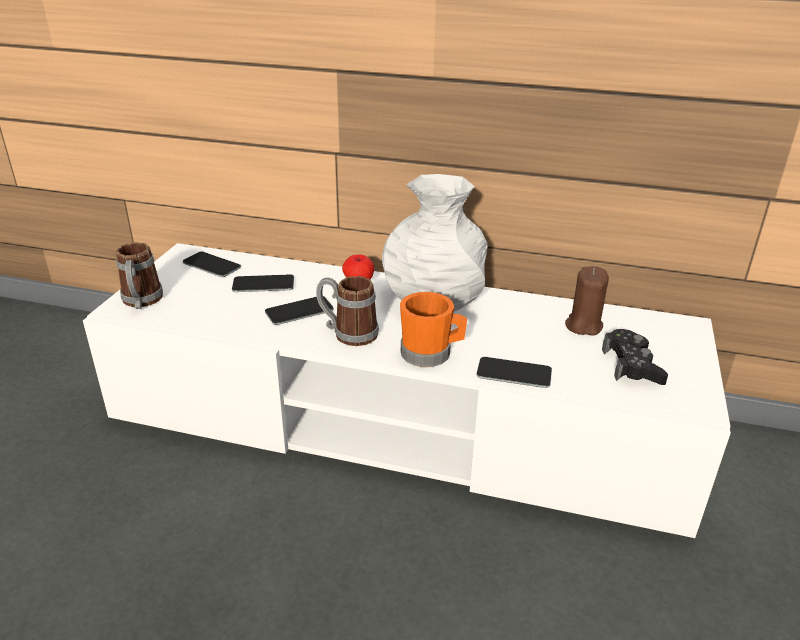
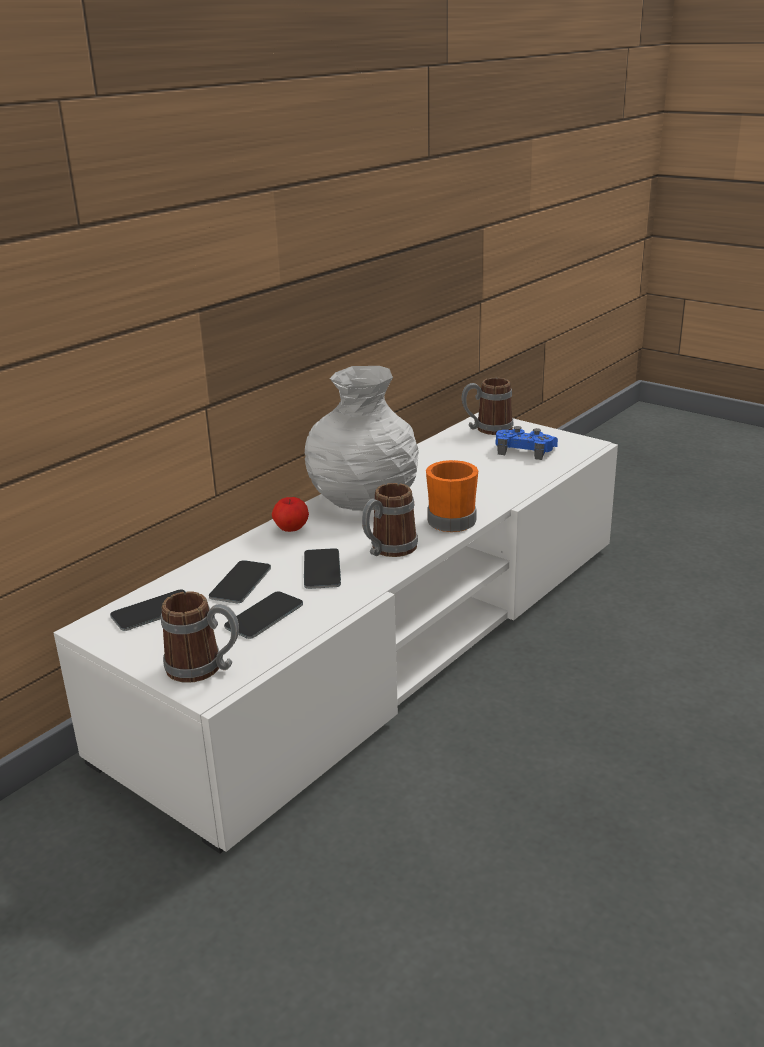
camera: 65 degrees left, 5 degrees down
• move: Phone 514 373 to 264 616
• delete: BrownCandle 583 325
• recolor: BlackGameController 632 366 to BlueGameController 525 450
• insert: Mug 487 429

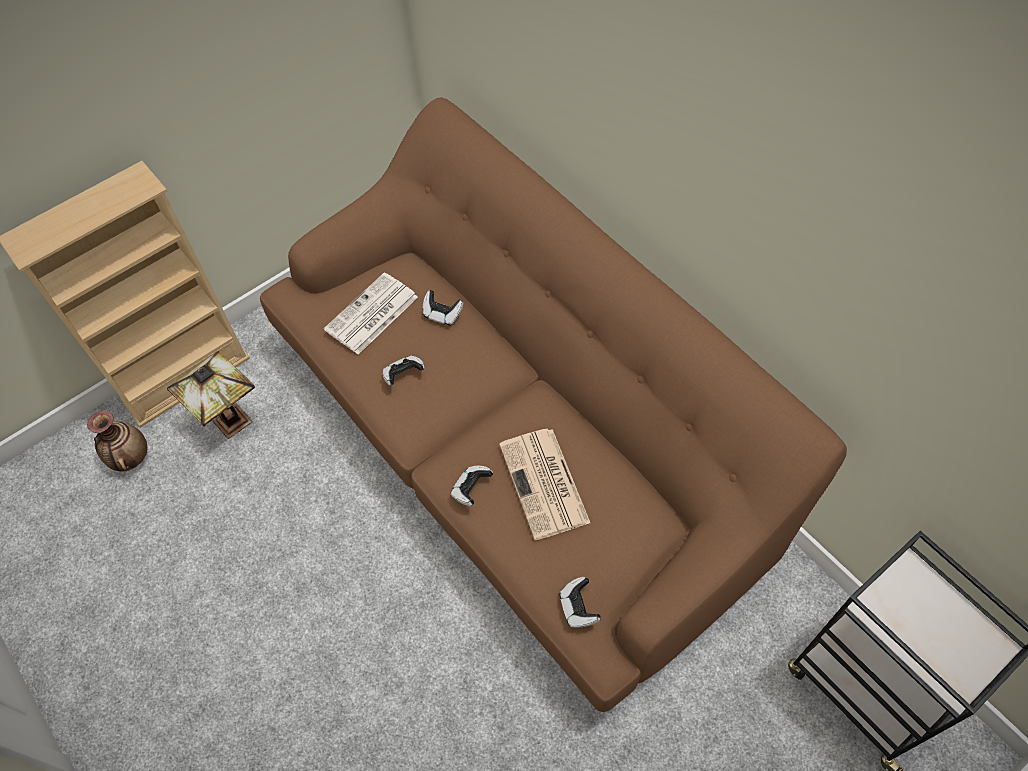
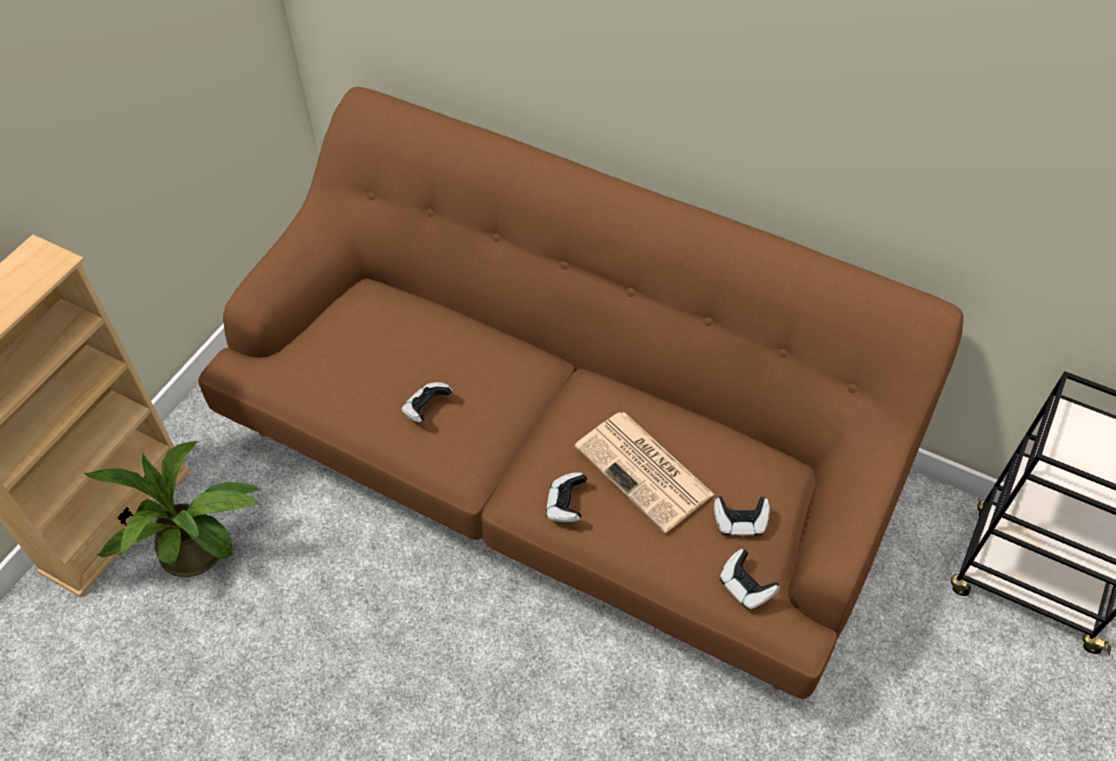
camera: 25 degrees left, 5 degrees down
• delete: Vase 130 458
• replace: TableLamp 231 424 to PottedPlant 201 553
• delete: Newspaper 371 315
• move: GameController 442 314 to 739 522

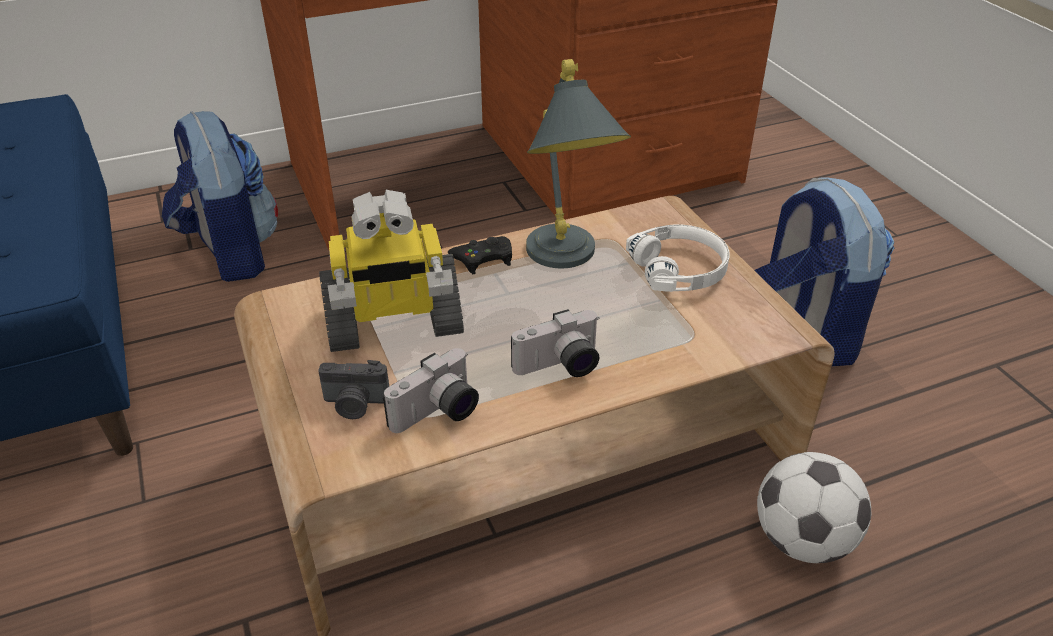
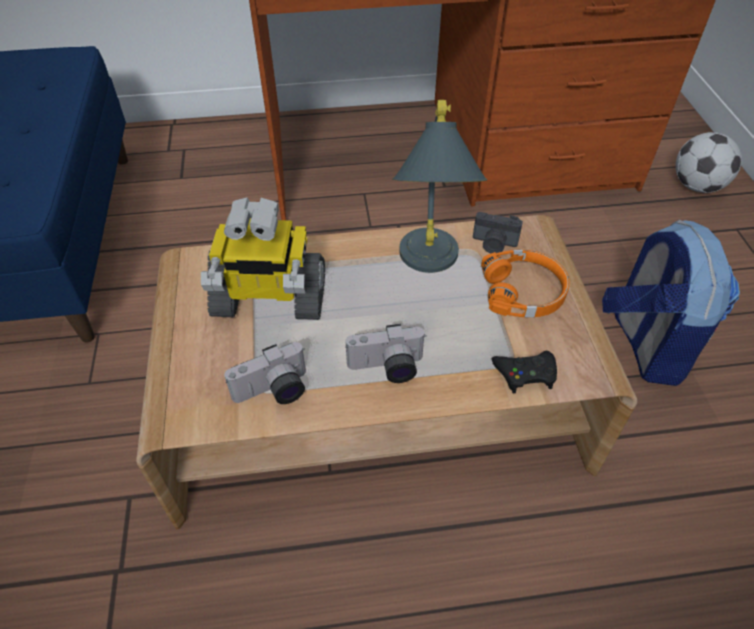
camera: 15 degrees right, 10 degrees up
• delete: Backpack 231 253
• move: PhotoCamera 355 404 to 493 244
• move: BlackGameController 483 259 to 525 373
• recolor: WhiteHeadphones 679 269 to OrangeHeadphones 523 292
• move: Football 802 540 to 696 186

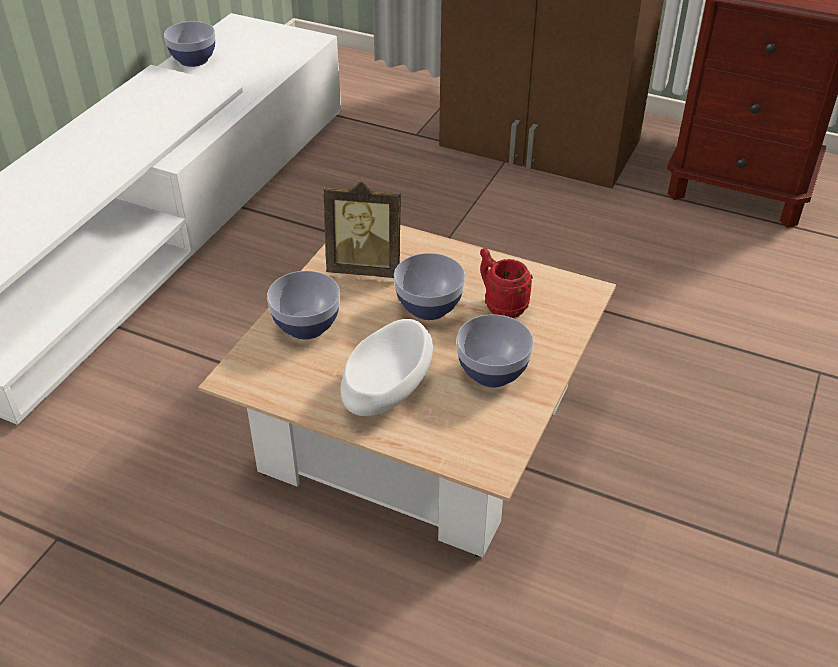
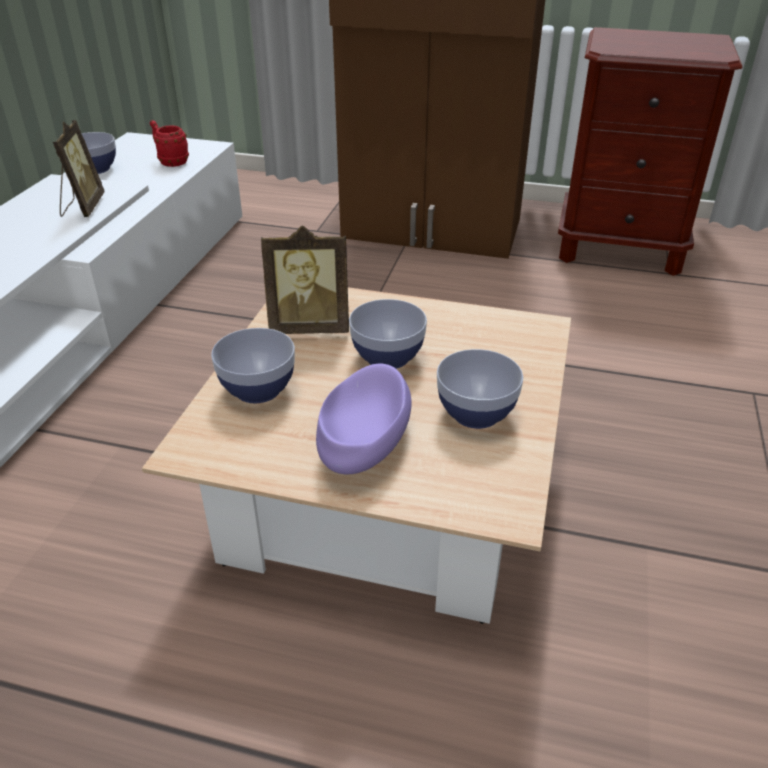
camera: 10 degrees left, 5 degrees down
• recolor: WhiteBowl 388 387 to PurpleBowl 365 441
• move: RedMug 500 304 to 170 162
• insert: PictureFrame 82 207

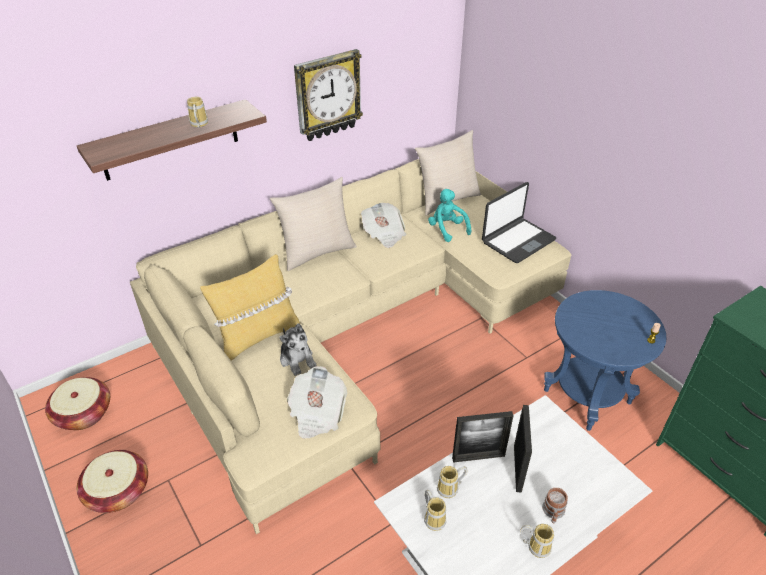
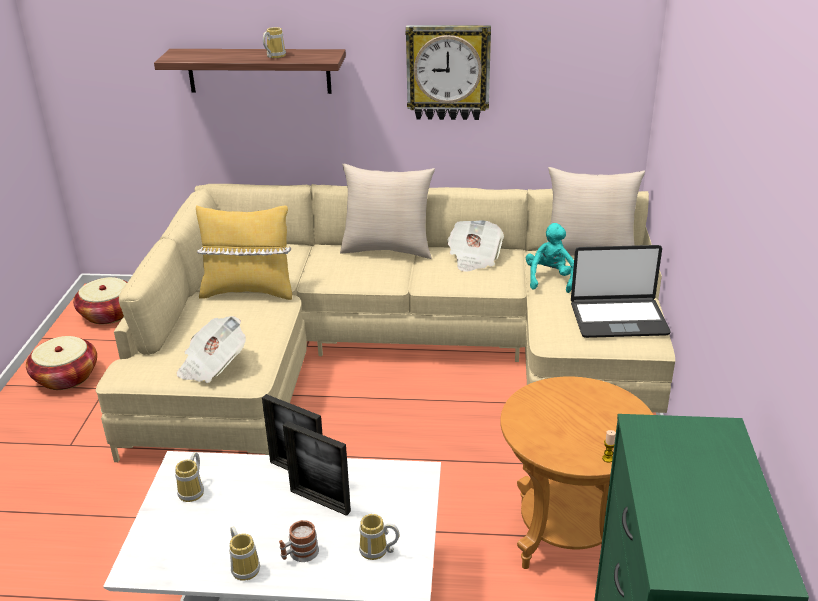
camera: 40 degrees right, 10 degrees down
• delete: PlushToy 297 359
• move: Mug 450 489 to 377 552
• rotate: PictureFrame 517 468 = 320 501 75 degrees clockwise
• recolor: BlueSideTable 587 396 to BrownSideTable 567 536

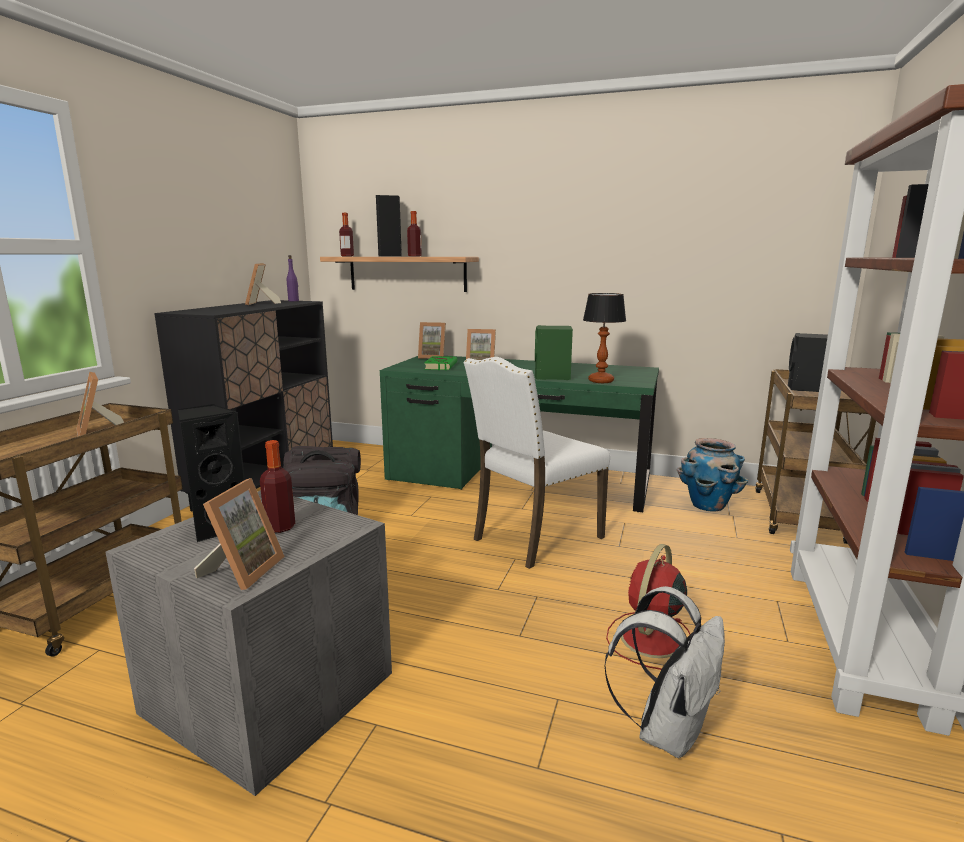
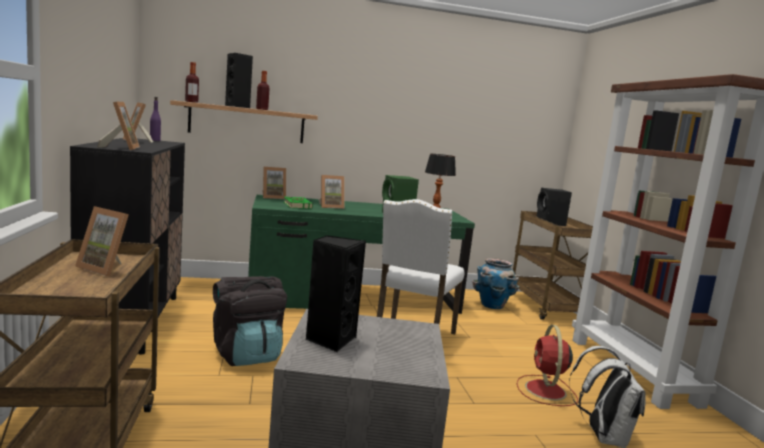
camera: 30 degrees left, 5 degrees down
• move: PictureFrame 243 571 to 121 148
• delete: Bottle 280 527

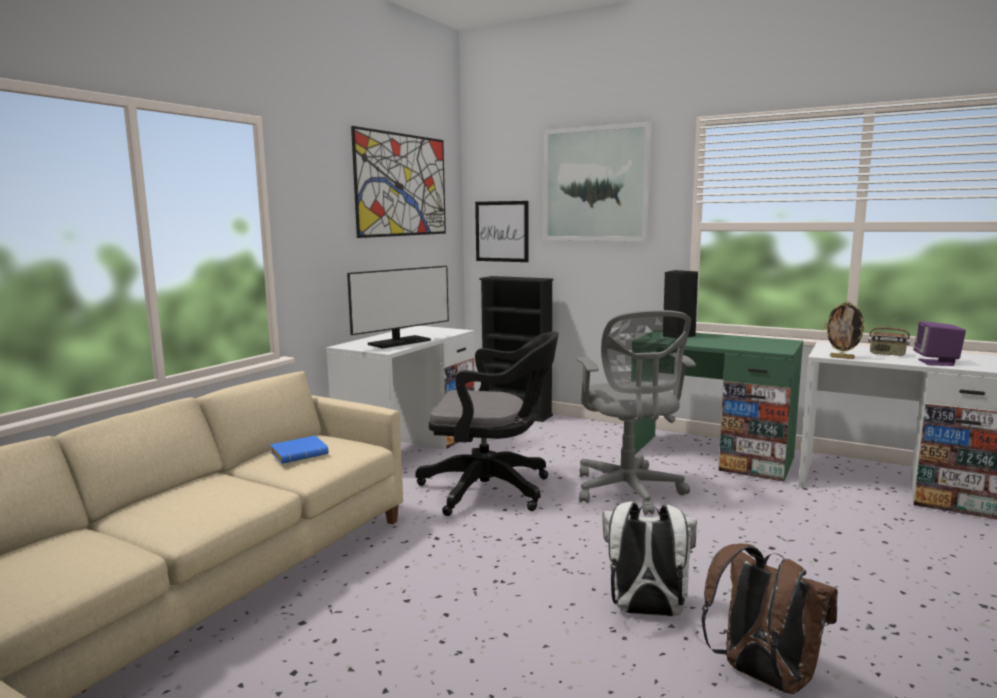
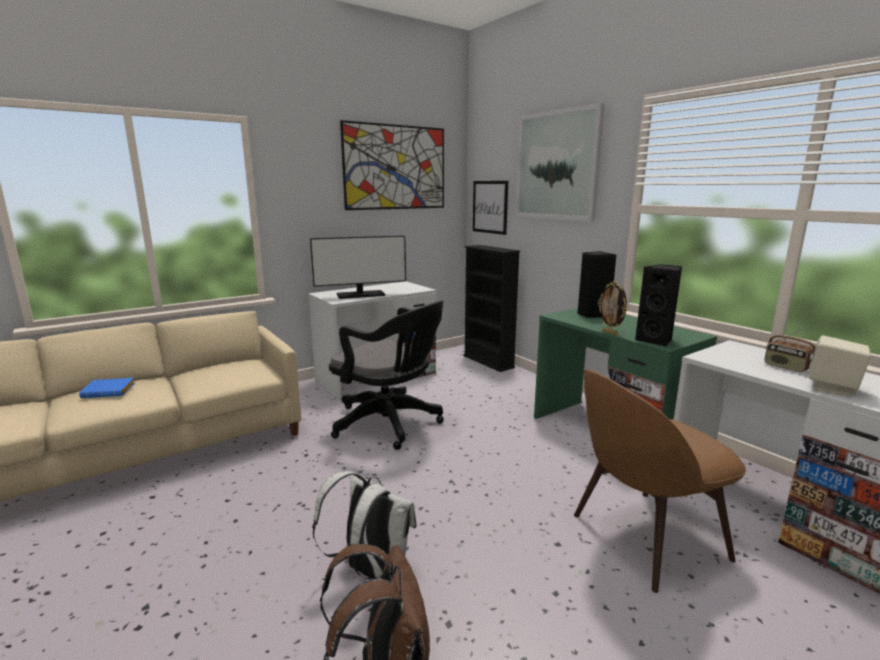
camera: 25 degrees right, 5 degrees up
• move: BlueBook 300 454 to 110 391
• delete: GreyOfficeChair 629 492
• move: PictureFrame 842 357 to 610 333
• recolor: PurpleSpeaker 936 363 to BeigeSpeaker 832 388
• insert: BrownChair 643 538
• insert: BlackSpeaker 656 340

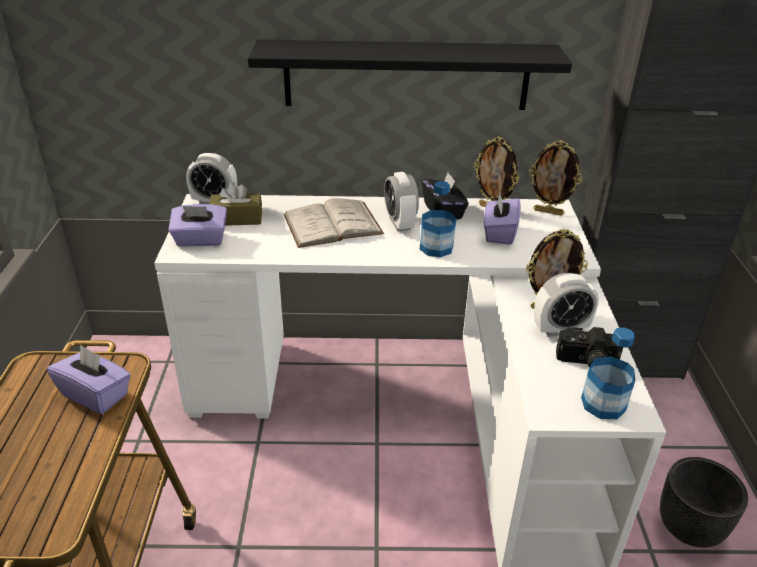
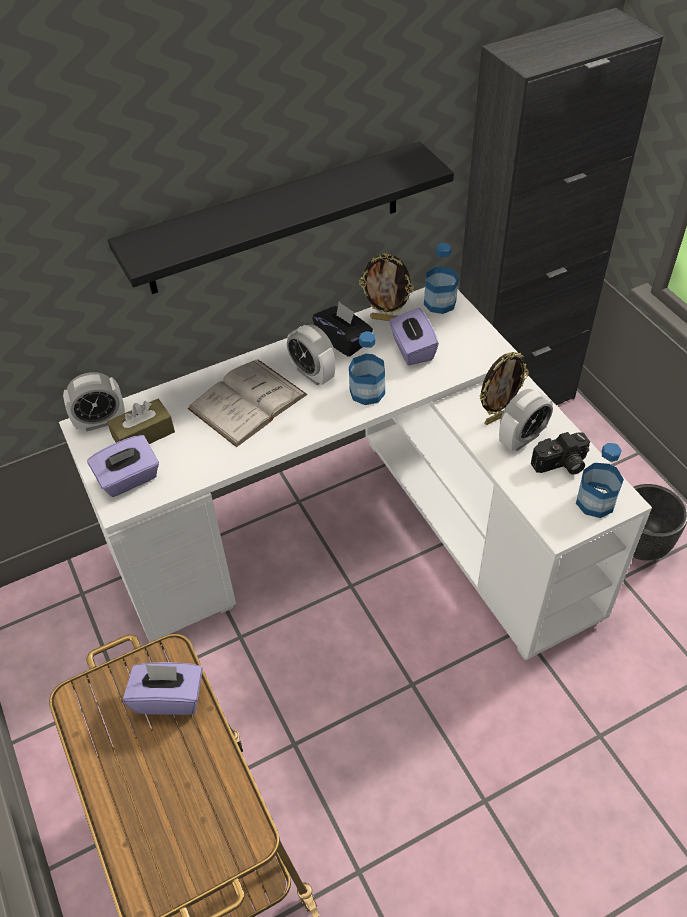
camera: 25 degrees left, 15 degrees up
• replace: PictureFrame 548 212 to Bottle 439 303

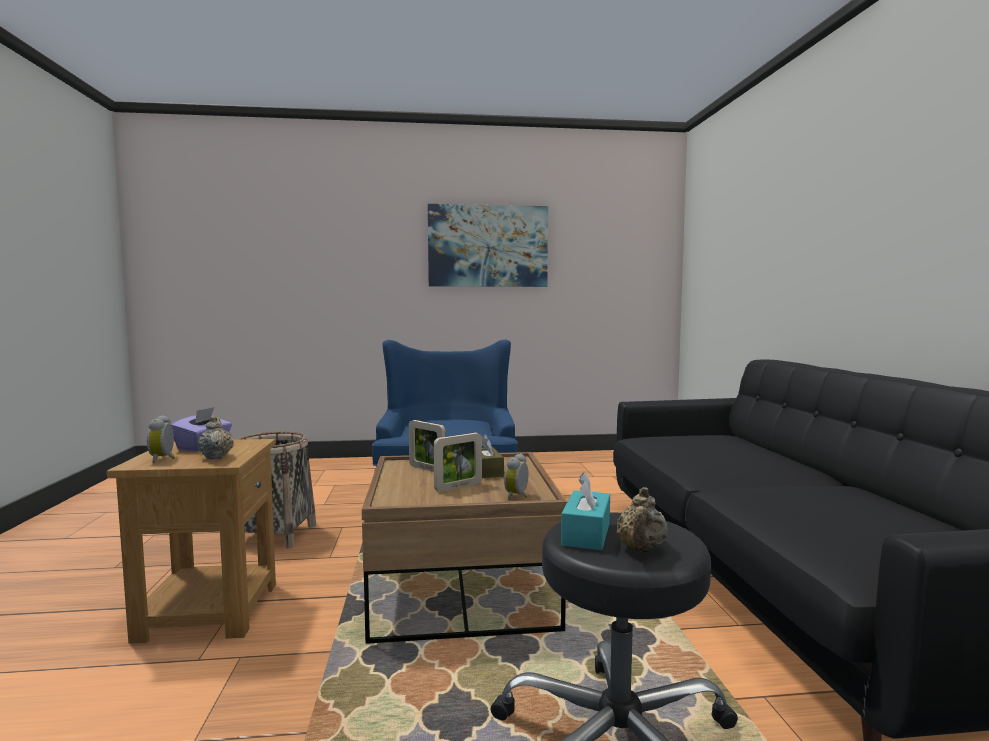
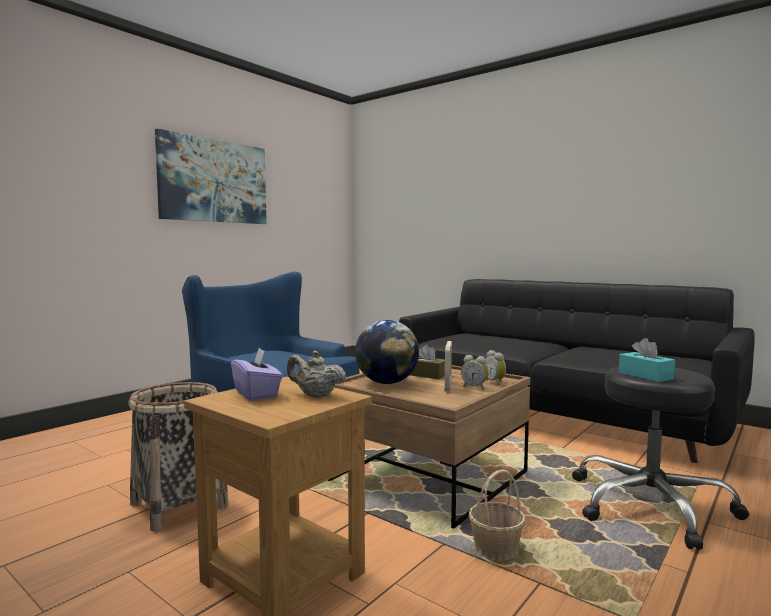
camera: 45 degrees left, 0 degrees up
• move: AlarmClock 164 459 to 475 387
• replace: PictureFrame 427 469 to Globe 387 383
• delete: BeigeTeapot 641 549
• insert: Basket 495 549

